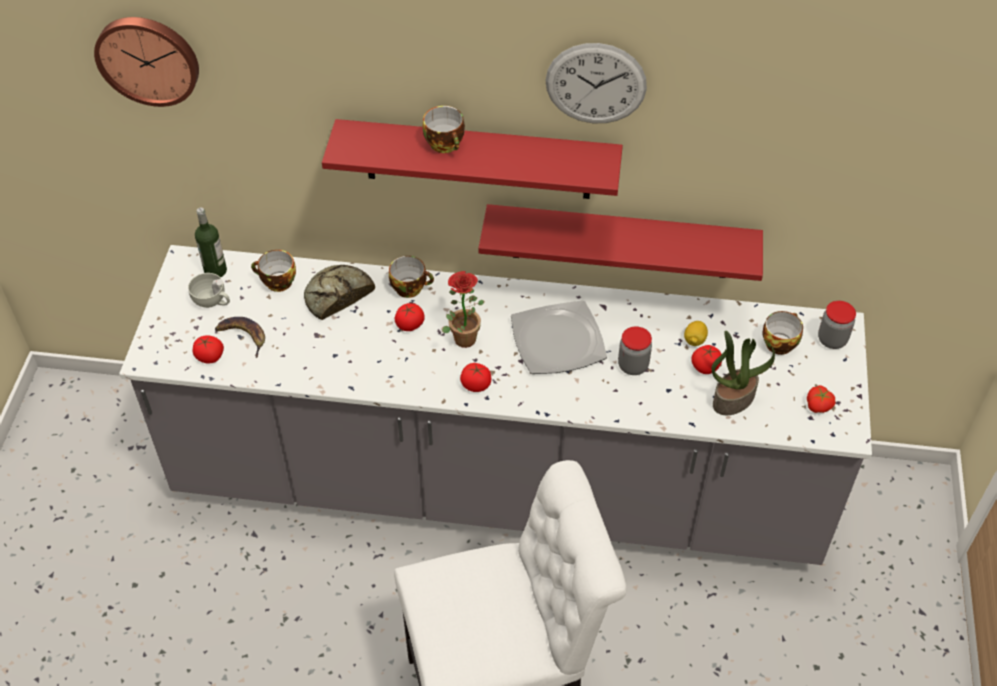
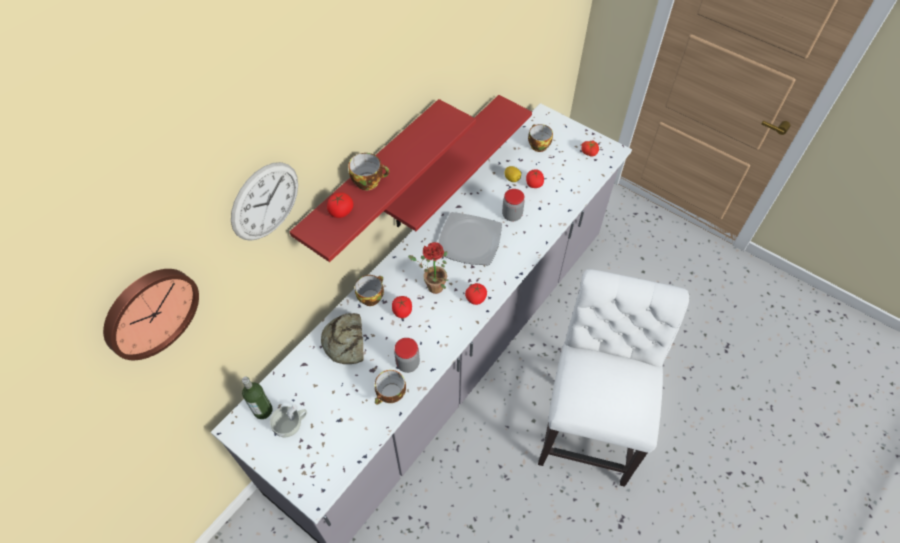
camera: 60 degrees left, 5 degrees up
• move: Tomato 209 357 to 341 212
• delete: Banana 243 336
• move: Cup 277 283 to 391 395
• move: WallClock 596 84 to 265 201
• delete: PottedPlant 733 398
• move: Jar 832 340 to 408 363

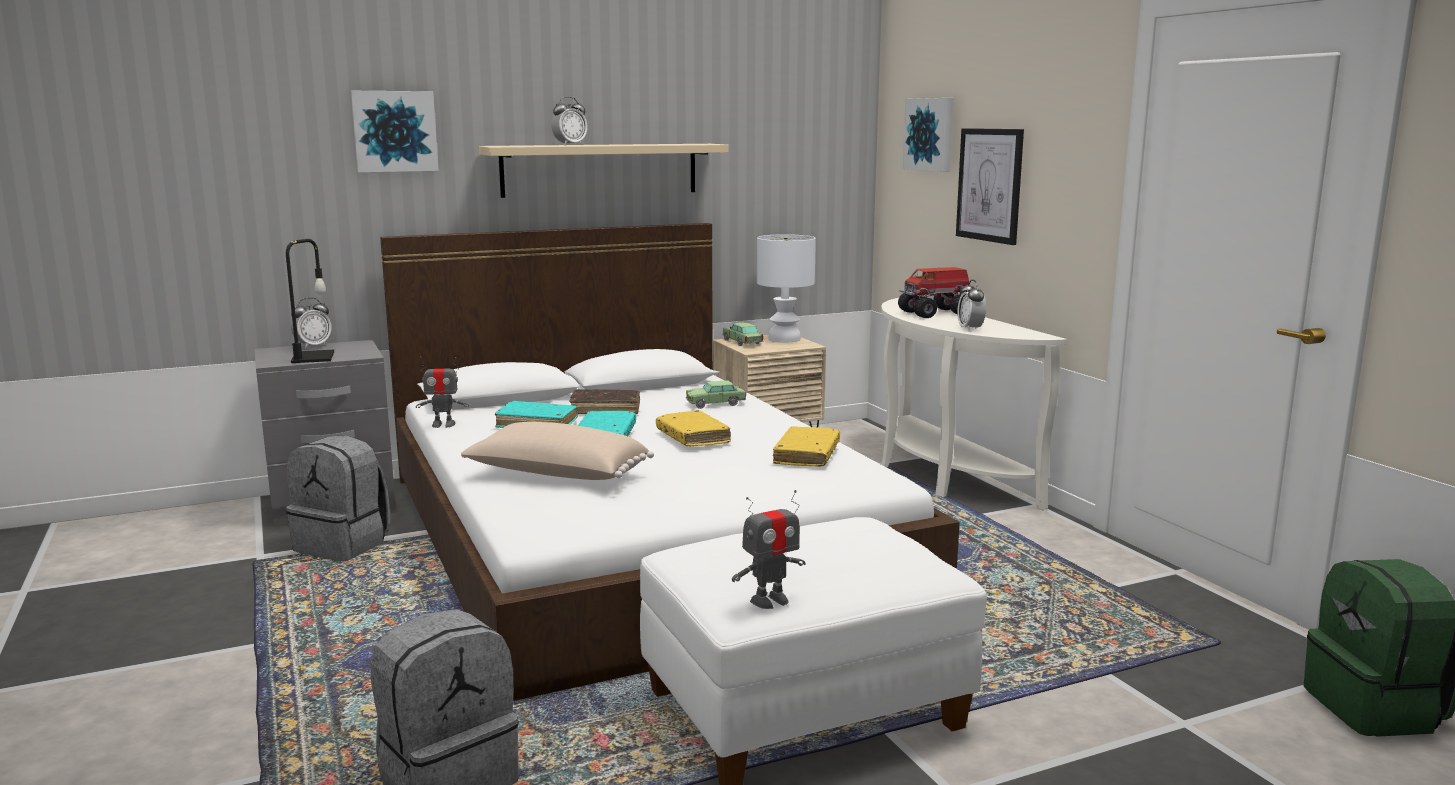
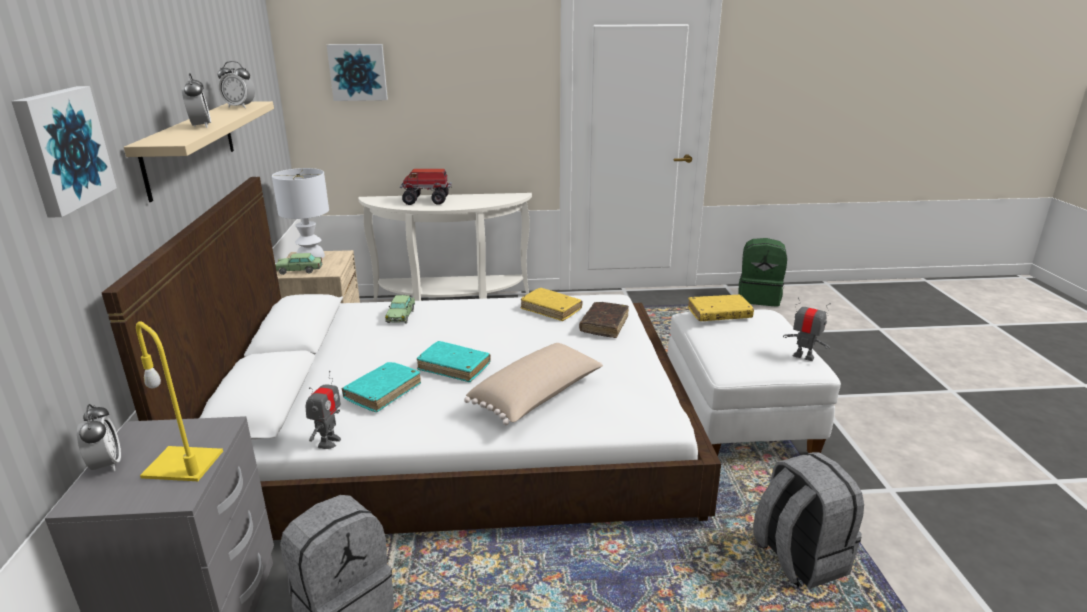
camera: 70 degrees left, 10 degrees up
• recolor: BlackTableLamp 313 357 to YellowTableLamp 185 464
• move: BrownBook 605 409 to 604 325
• move: YellowBook 692 437 to 719 314
• rotate: ToyRobot 770 601 = 803 356 45 degrees counterclockwise
• rotate: ToyTruck 936 313 = 427 201 90 degrees clockwise
• delete: Picture 990 185
• move: AlarmClock 970 329 to 240 107

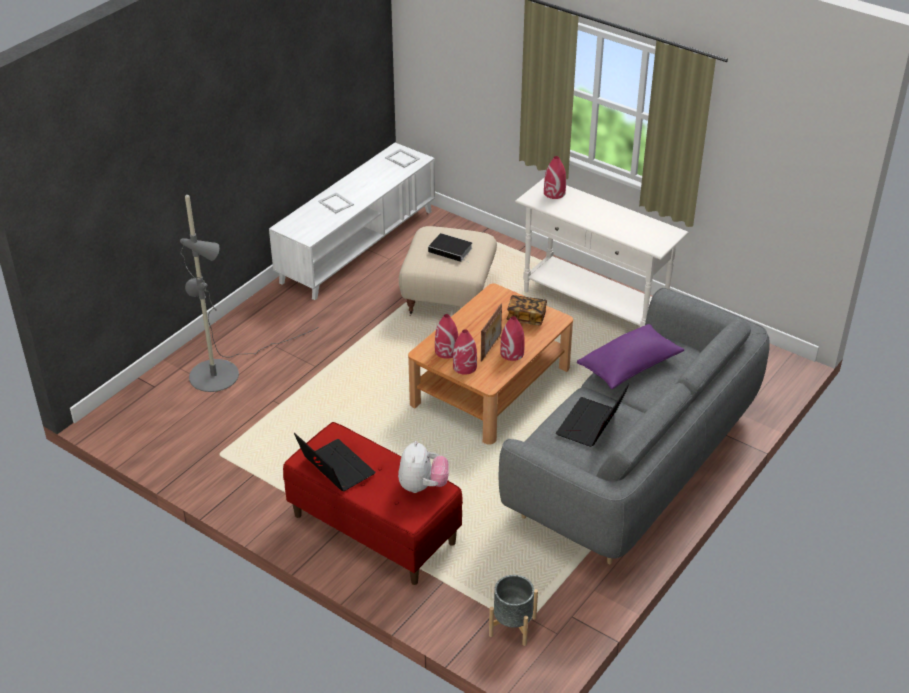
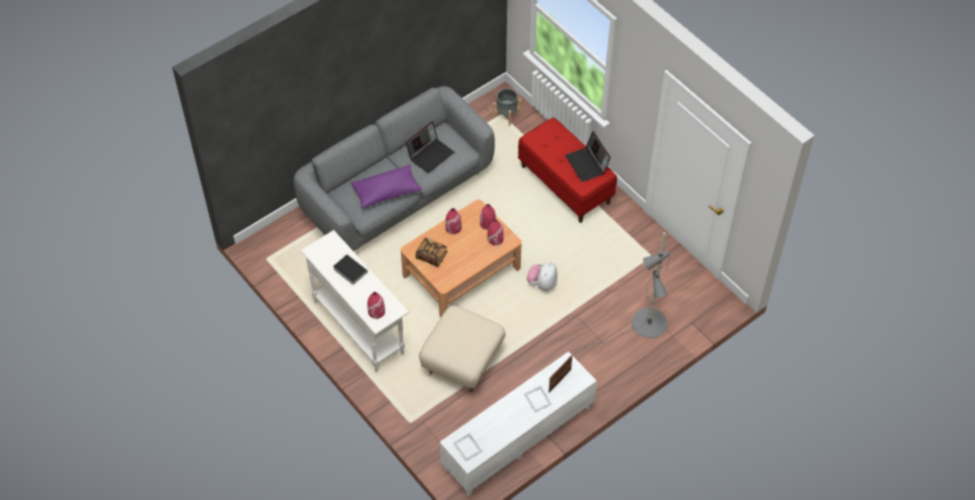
camera: 165 degrees left, 15 degrees up
• move: PlushToy 422 486 to 542 284
• move: Book 451 250 to 349 270
• move: PictureFrame 491 347 to 559 380

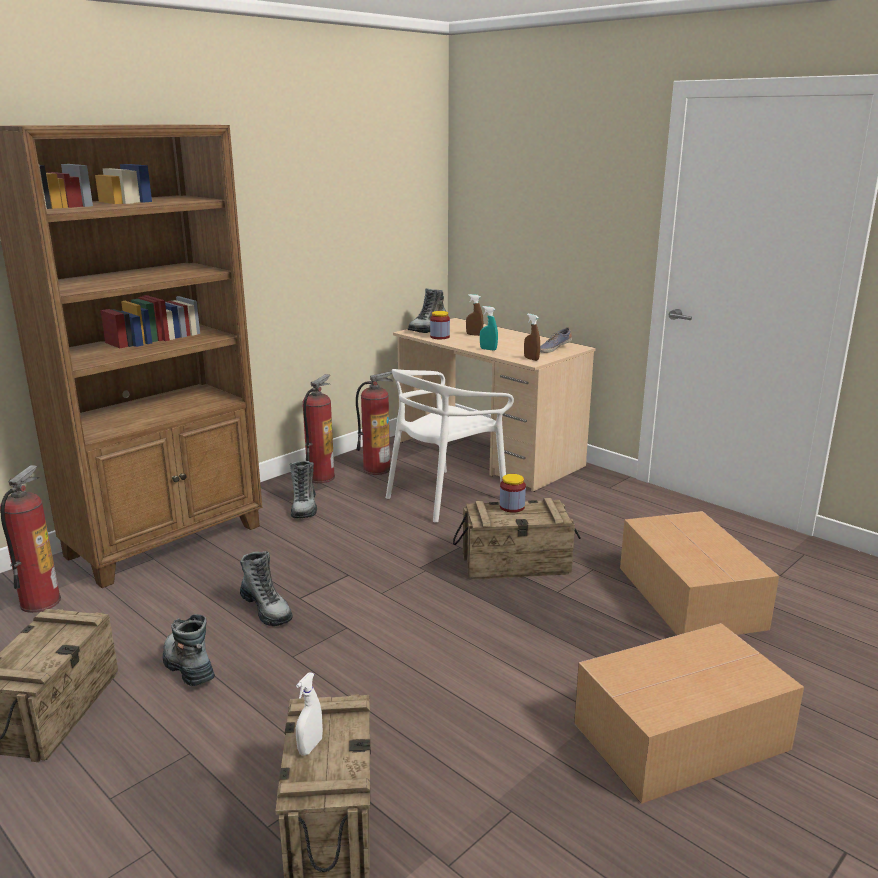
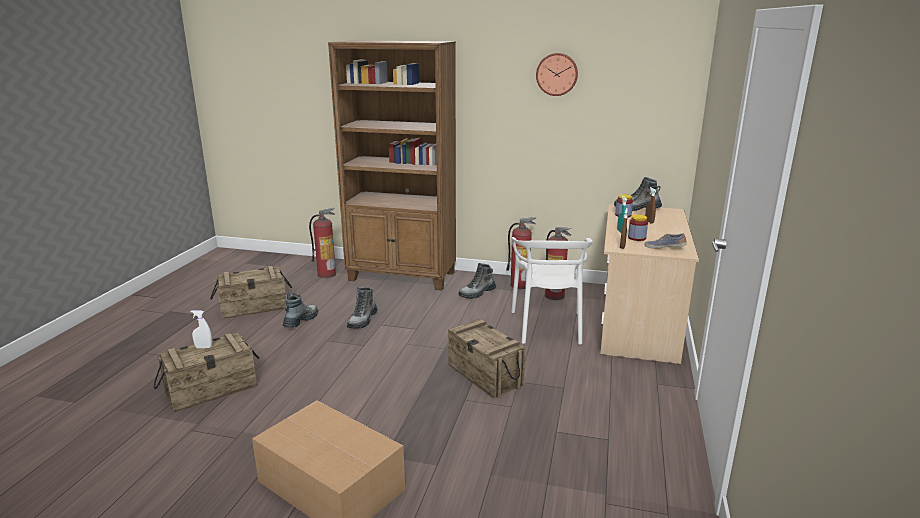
camera: 60 degrees right, 0 degrees up
• rotate: WhiteChair 445 496 = 548 326 105 degrees counterclockwise
• move: Jar 512 507 to 636 238
• delete: CardboardBox 690 598
• insert: WallClock 557 74

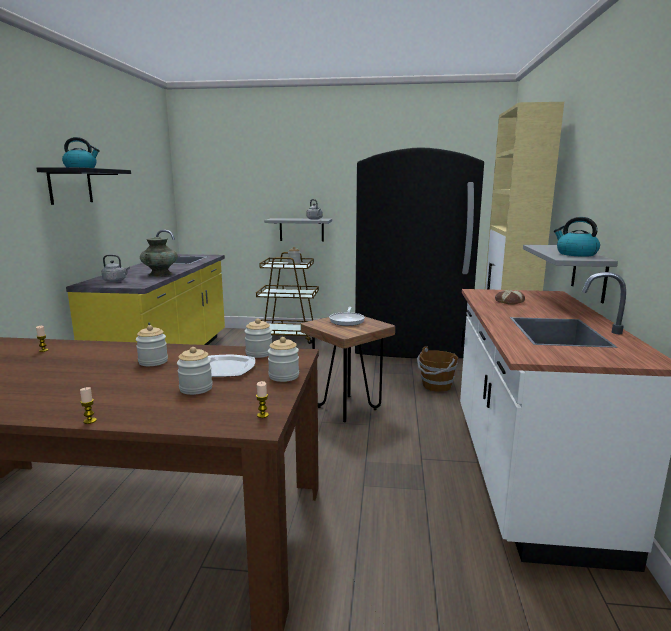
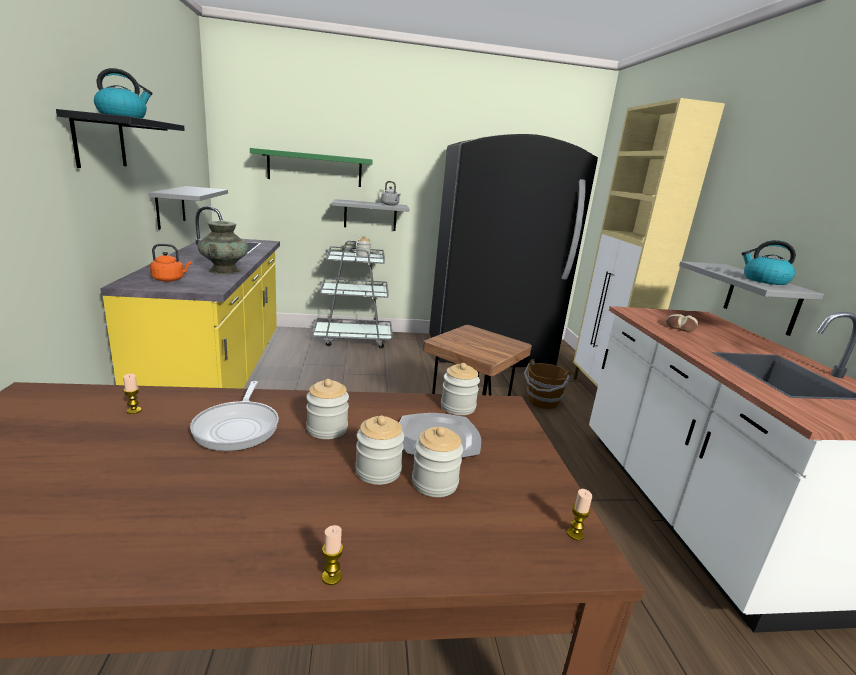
camera: 15 degrees left, 5 degrees up
• recolor: GreyKettle 116 281 to OrangeKettle 170 280
• recolor: BrownCart 289 337 to GreyCart 353 339
• move: Jar 284 376 to 378 471
• move: FryingPan 347 320 to 238 427
• insert: GreyShelf 170 207
• insert: GreenShelf 315 168

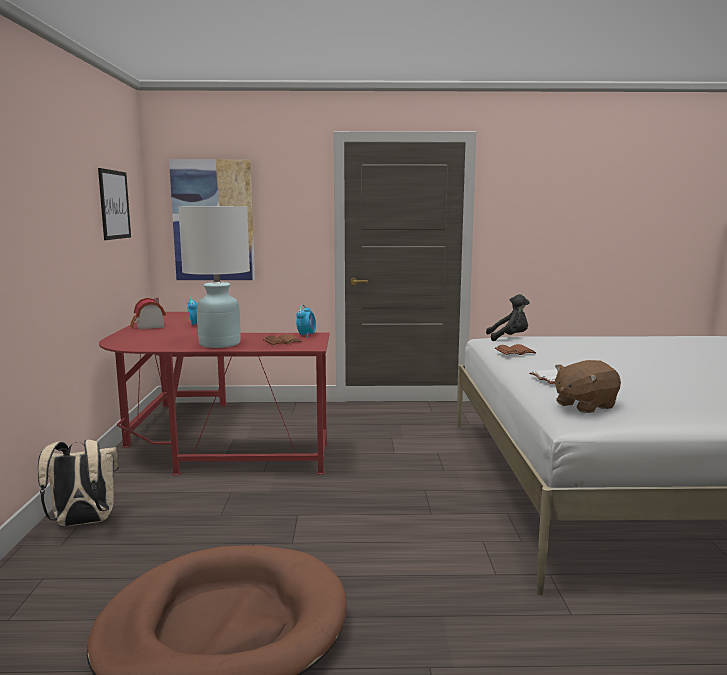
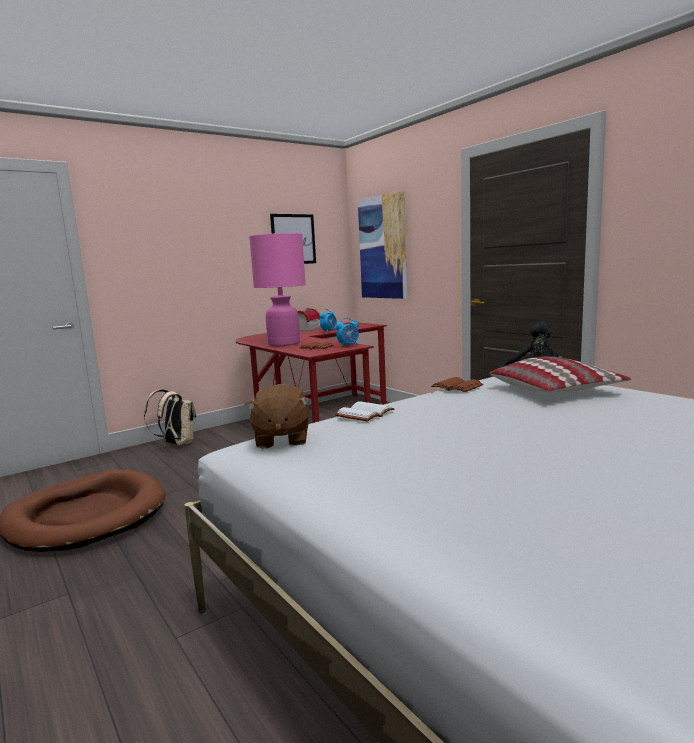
camera: 55 degrees right, 0 degrees up
• recolor: WhiteTableLamp 219 344 to PinkTableLamp 283 344
• rotate: BrownPlushToy 584 405 = 281 439 120 degrees counterclockwise
• insert: Pillow 556 391

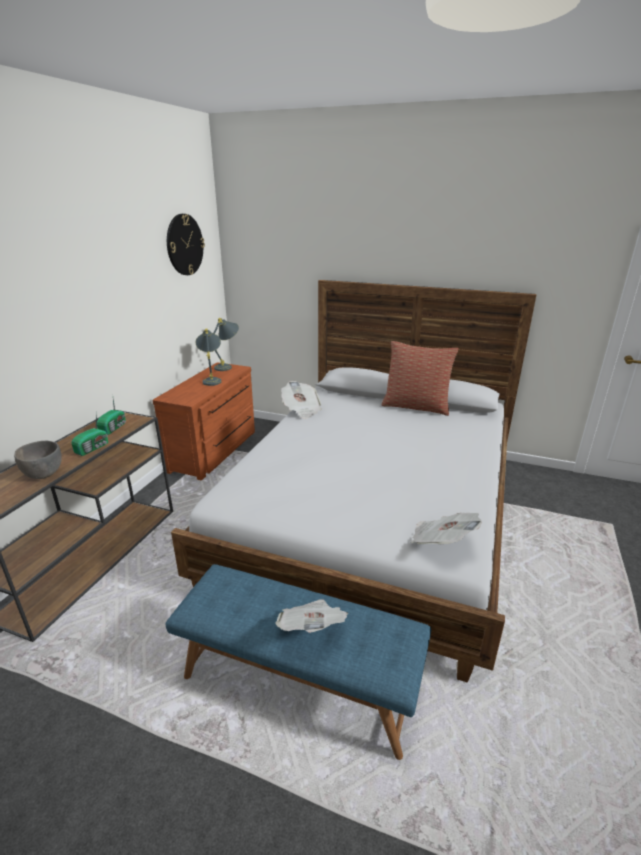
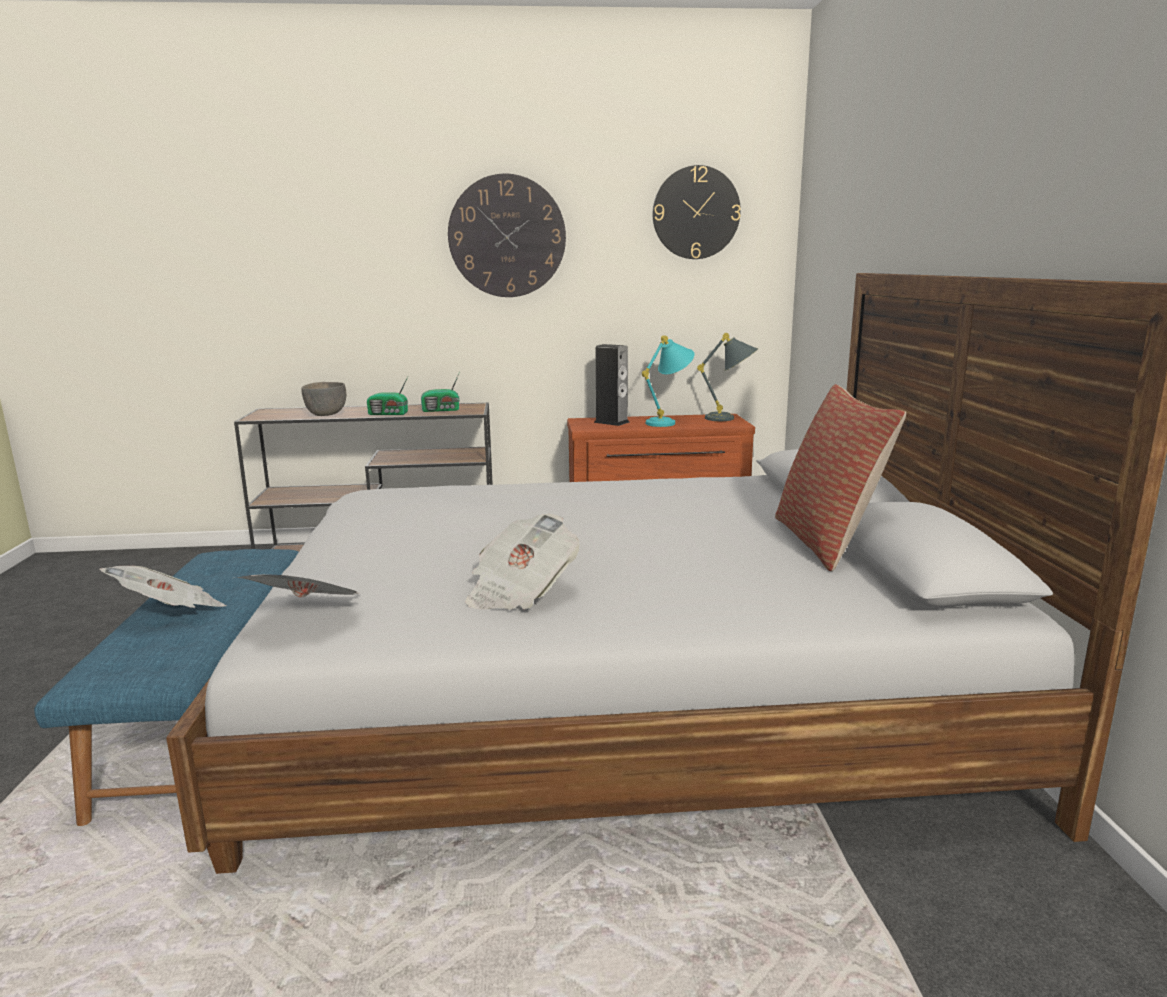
camera: 65 degrees right, 10 degrees down
• recolor: GreyTableLamp 212 379 to TurquoiseTableLamp 669 422
• move: Newspaper 301 410 to 520 592
• insert: WallClock 507 236
• insert: Speaker 611 422

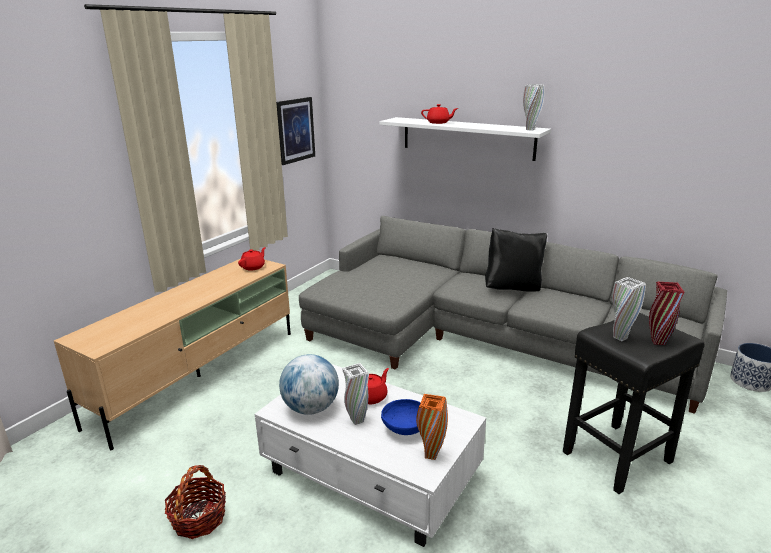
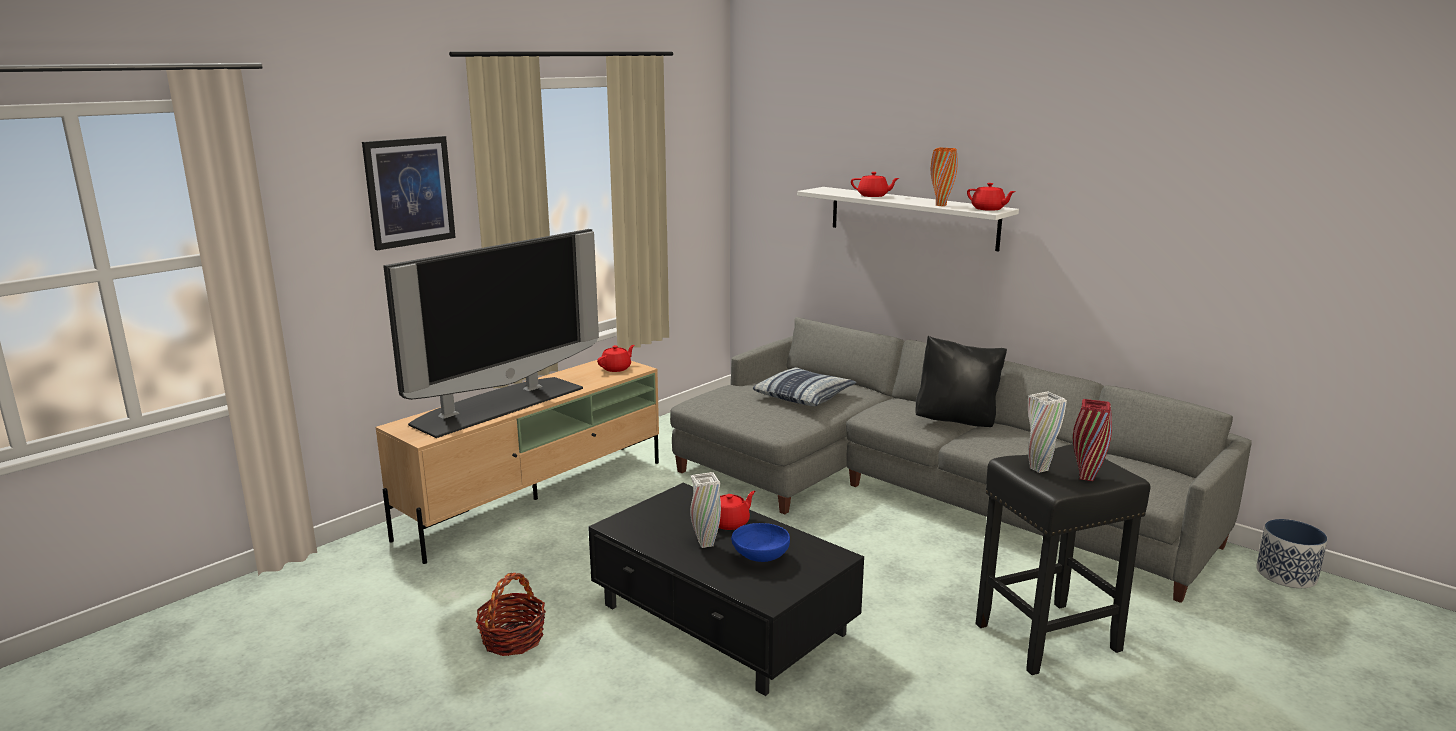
camera: 10 degrees right, 5 degrees down
• recolor: WhiteCoffeeTable 372 475 to BlackCoffeeTable 723 621
• move: Picture 295 130 to 409 192
• delete: Globe 311 408
• move: OrangeVase 431 455 to 941 205
• replace: WhiteVase 530 129 to RedTeapot 988 209
• insert: Television 498 405
• insert: Pillow 804 396

